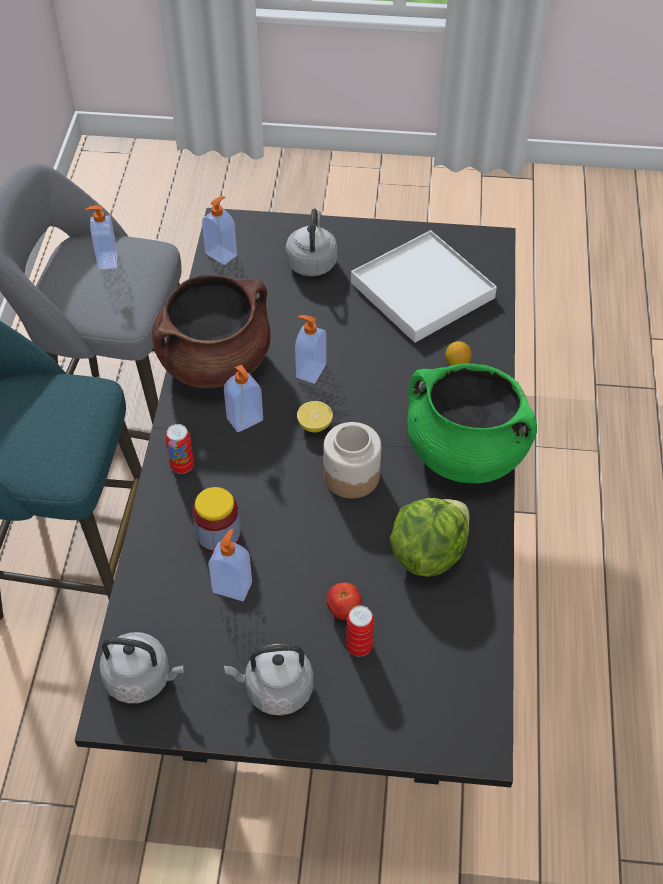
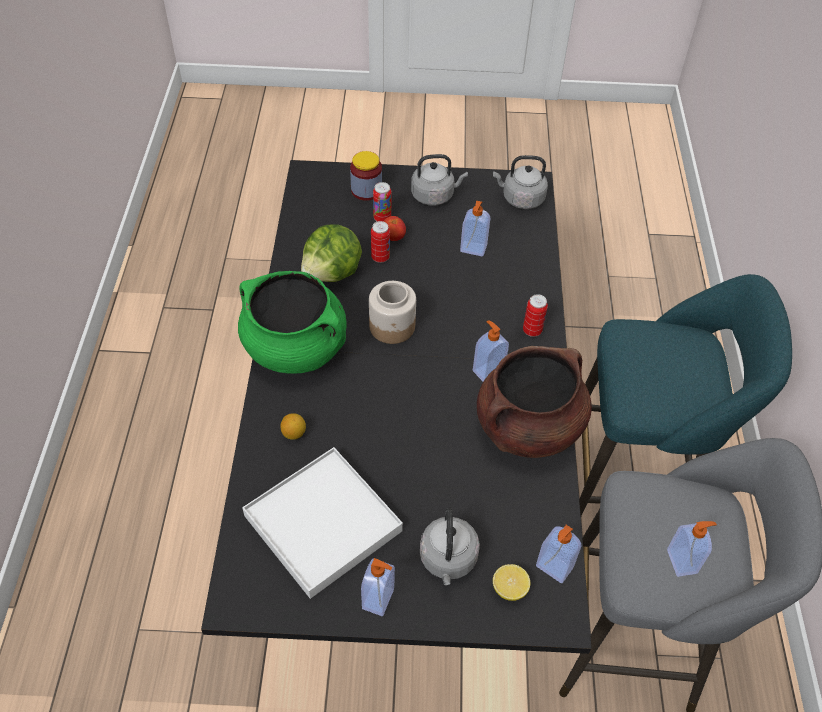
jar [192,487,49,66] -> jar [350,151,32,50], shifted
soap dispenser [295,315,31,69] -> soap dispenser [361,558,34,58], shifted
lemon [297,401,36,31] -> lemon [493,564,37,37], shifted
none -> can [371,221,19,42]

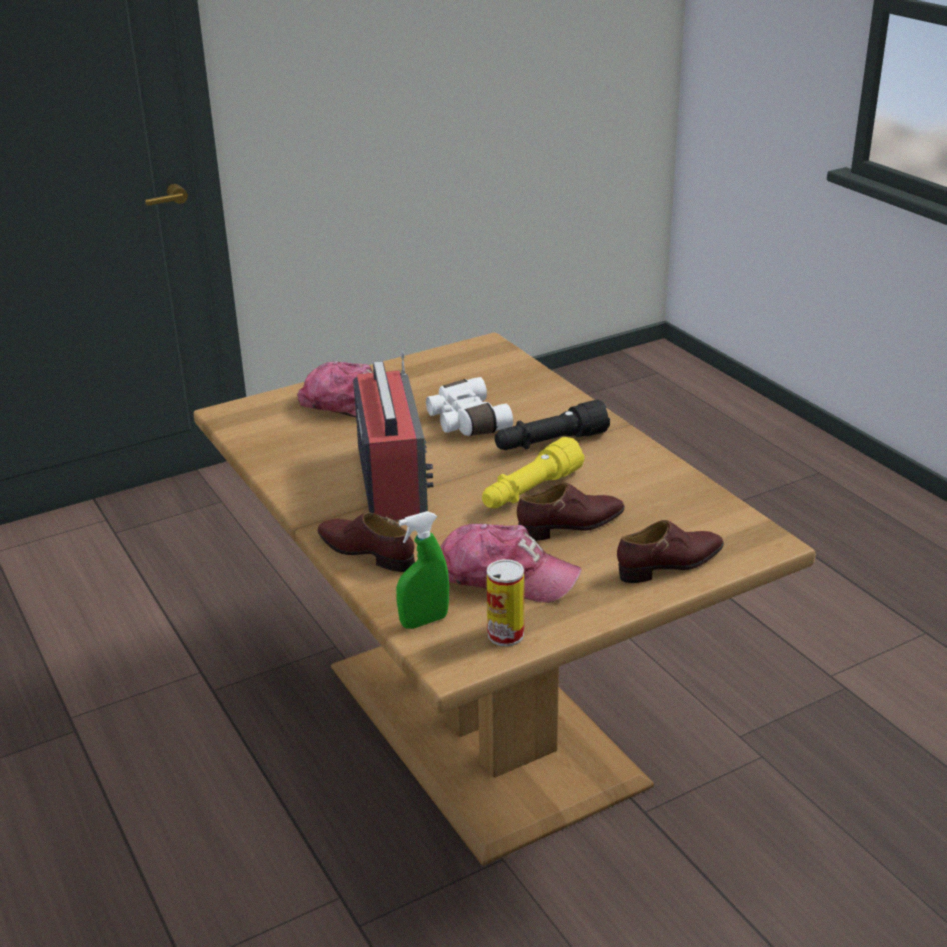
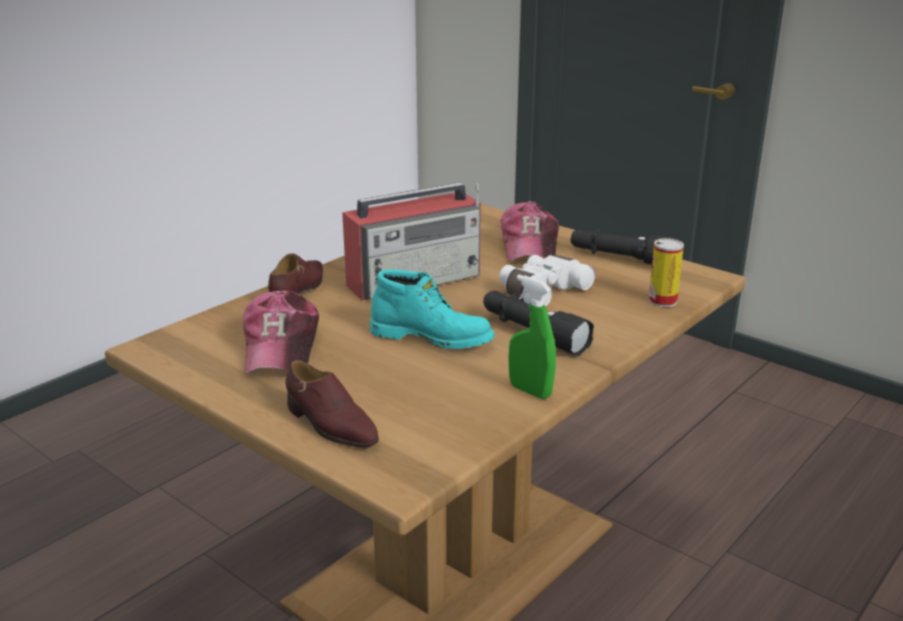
spray bottle (green) [396,511,53,118] -> spray bottle (green) [508,275,48,124], shifted
flashlight (yellow) [482,437,102,71] -> boot (turquoise) [370,269,124,80]
can [487,559,37,87] -> can [648,238,36,69], shifted
shoe (brown) [517,482,108,59] -> none
none -> flashlight (black) [571,229,108,35]

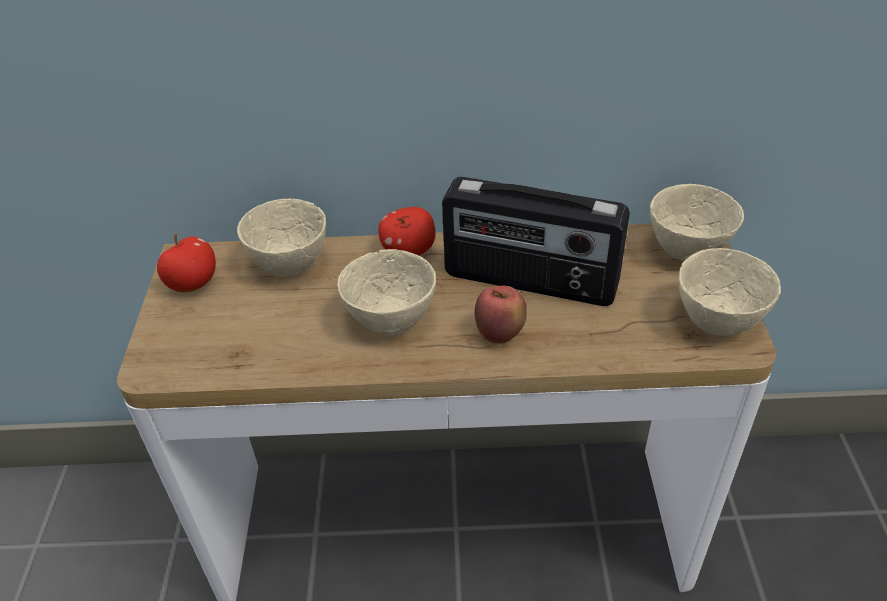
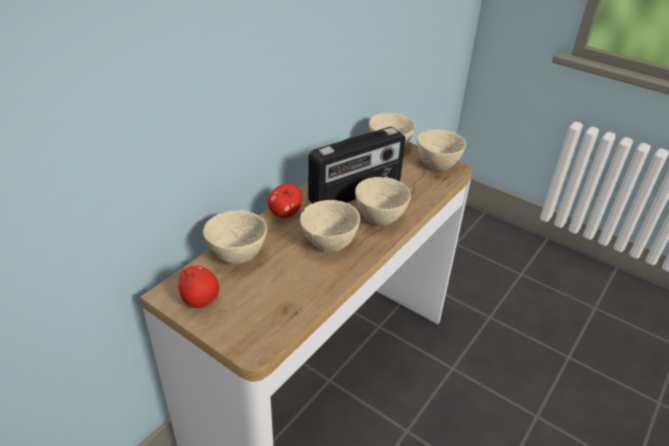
apple [475,286,52,58] -> bowl (beige) [355,177,56,49]

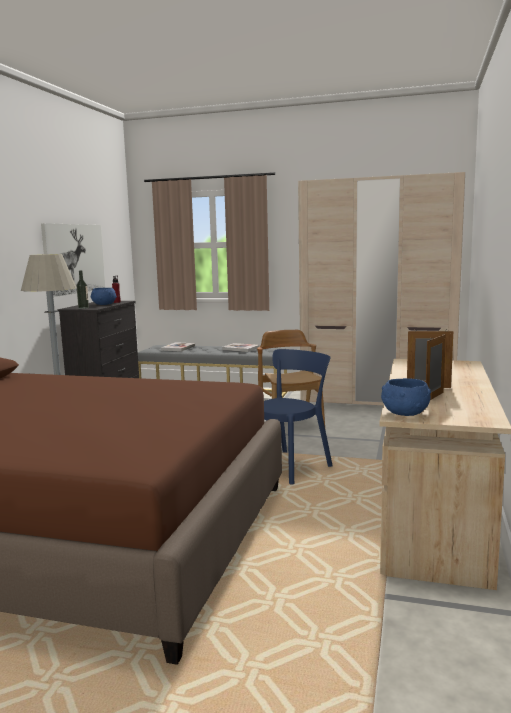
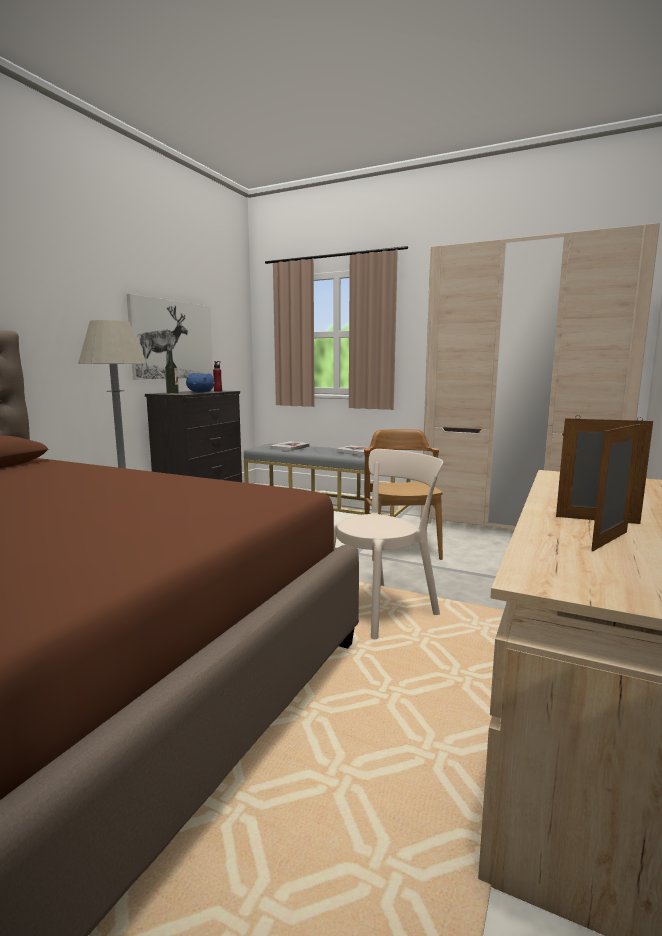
chair (blue) [264,349,69,136] -> chair (beige) [334,449,109,190]
bowl (blue) [381,378,50,38] -> none

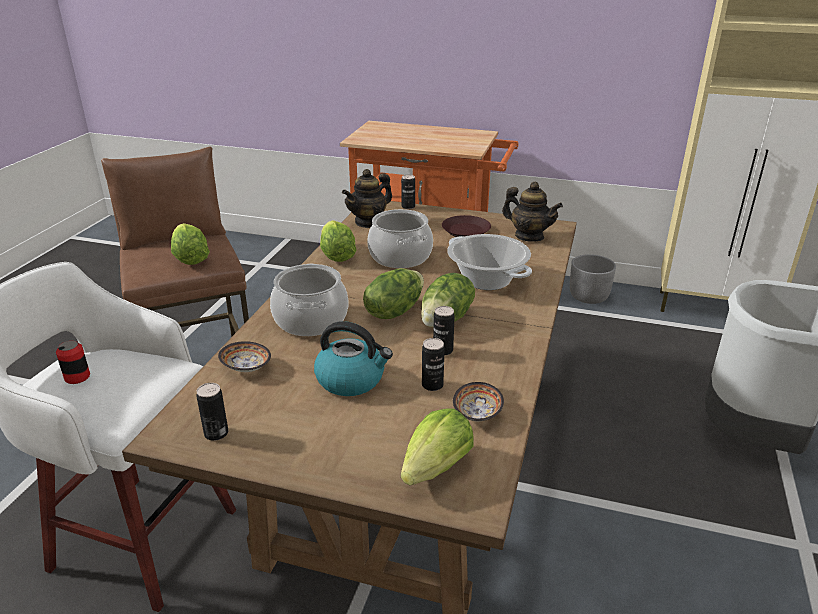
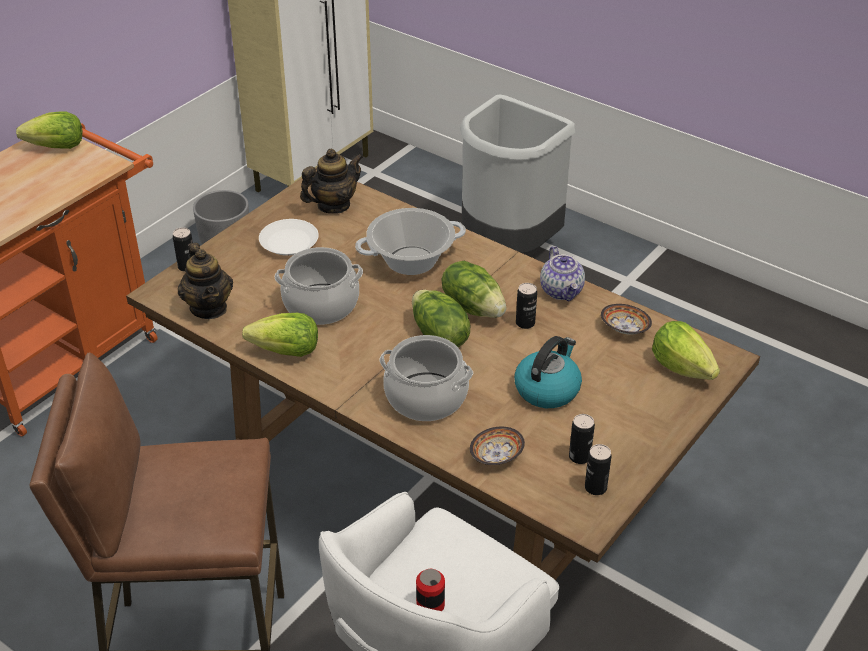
lettuce [171,223,39,42] -> lettuce [16,111,66,38], shifted
can [422,338,23,53] -> can [569,414,26,50], shifted
plate (brown) [442,215,49,22] -> plate (white) [259,219,60,37]
none -> teapot [540,246,45,55]

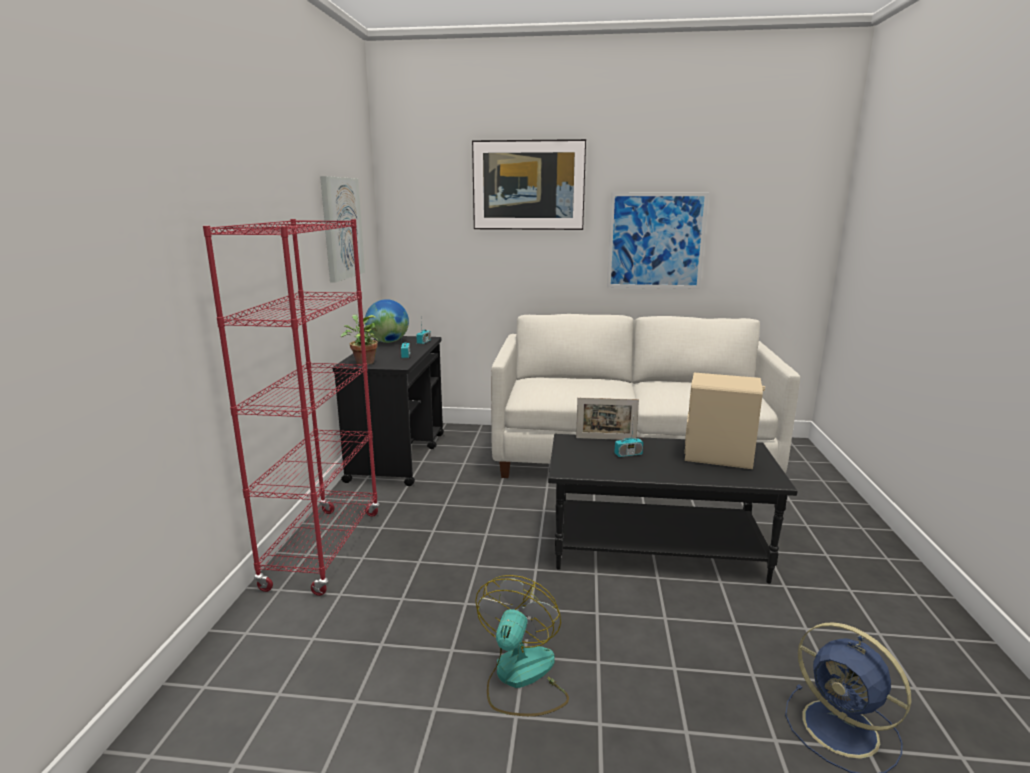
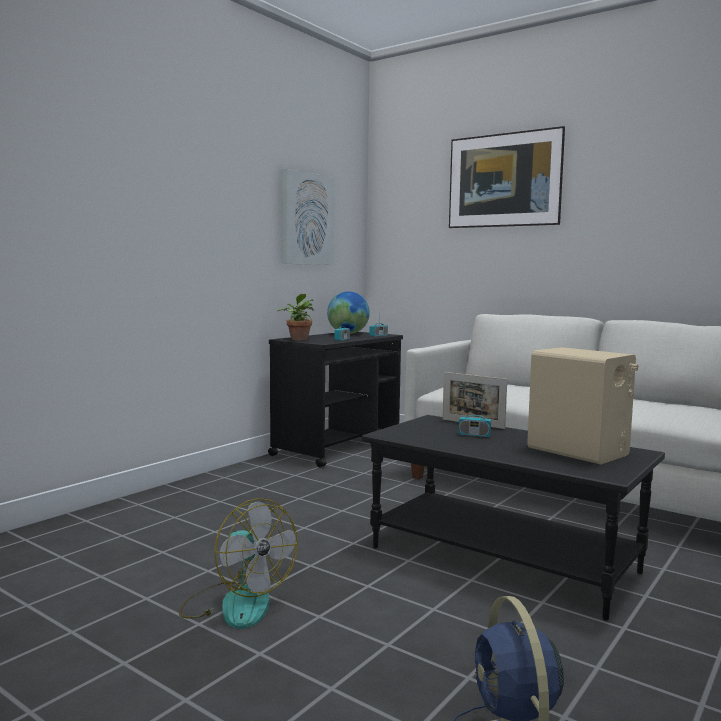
bookcase (red) [203,219,177,377] -> none
fan [475,575,94,141] -> fan [179,498,119,131], 90 degrees clockwise
picture [607,192,102,97] -> none

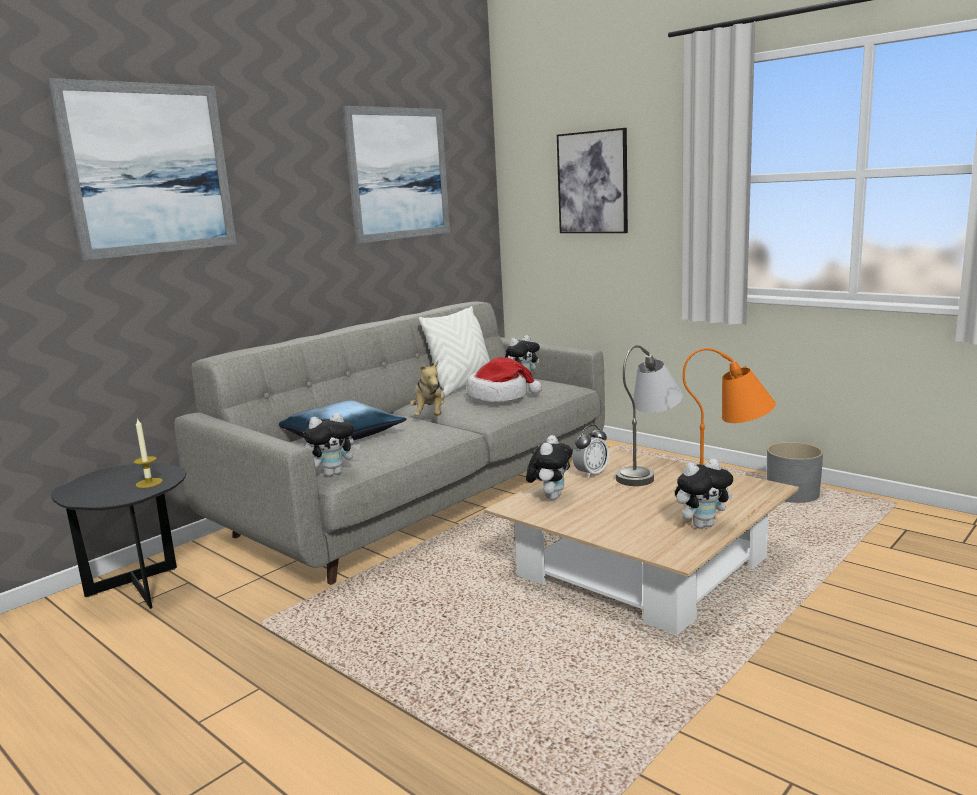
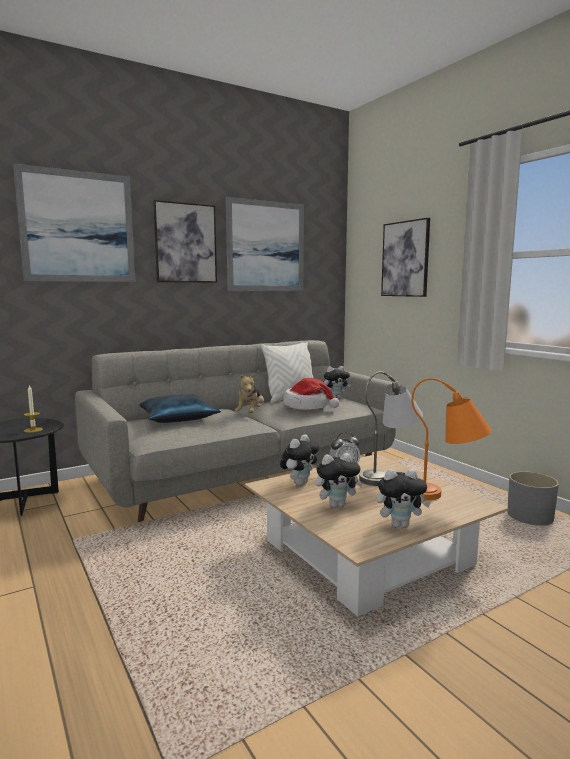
plush toy [303,412,57,64] -> plush toy [315,453,48,55], shifted
none -> picture [153,200,64,83]

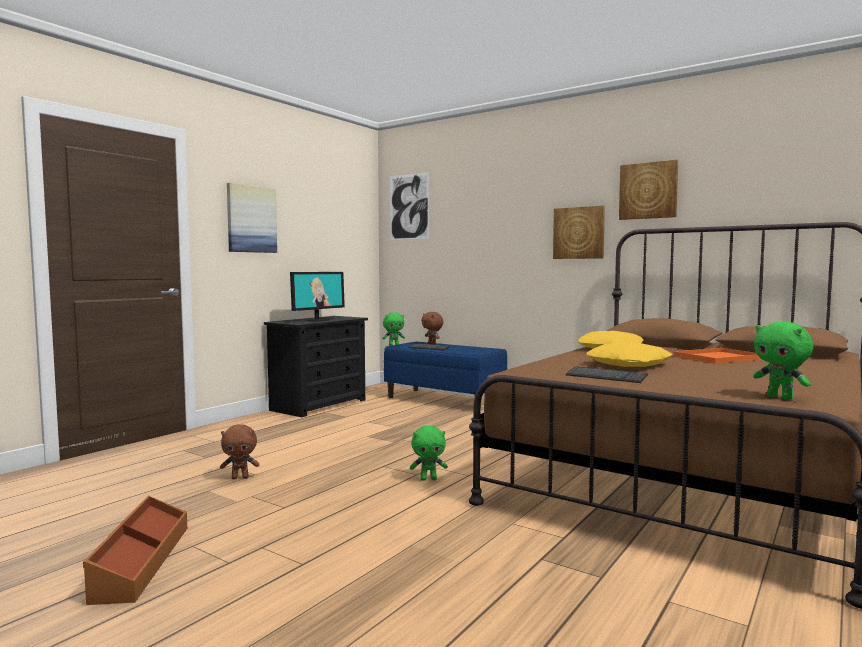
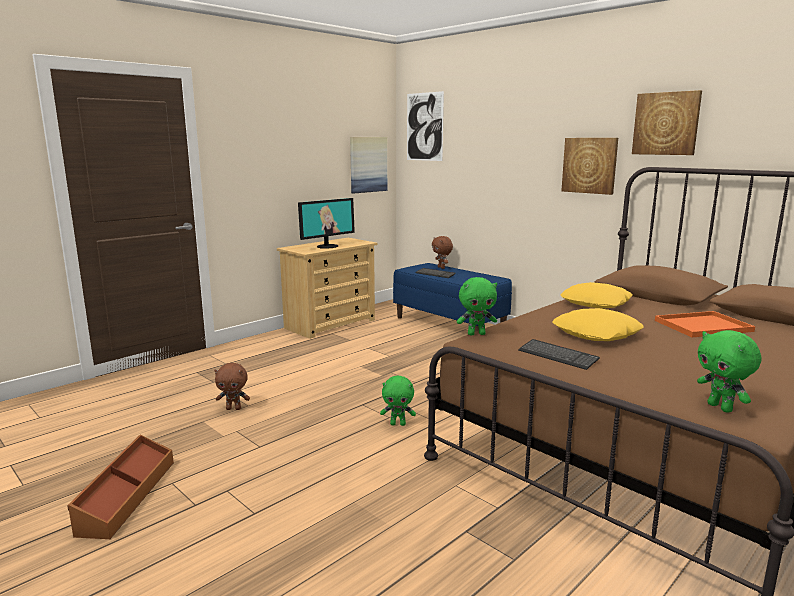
picture [227,183,50,70] -> picture [350,137,37,56], shifted
dresser (black) [264,316,104,101] -> dresser (beige) [277,238,100,101]
plush toy (green) [382,312,23,34] -> plush toy (green) [457,277,41,58], shifted

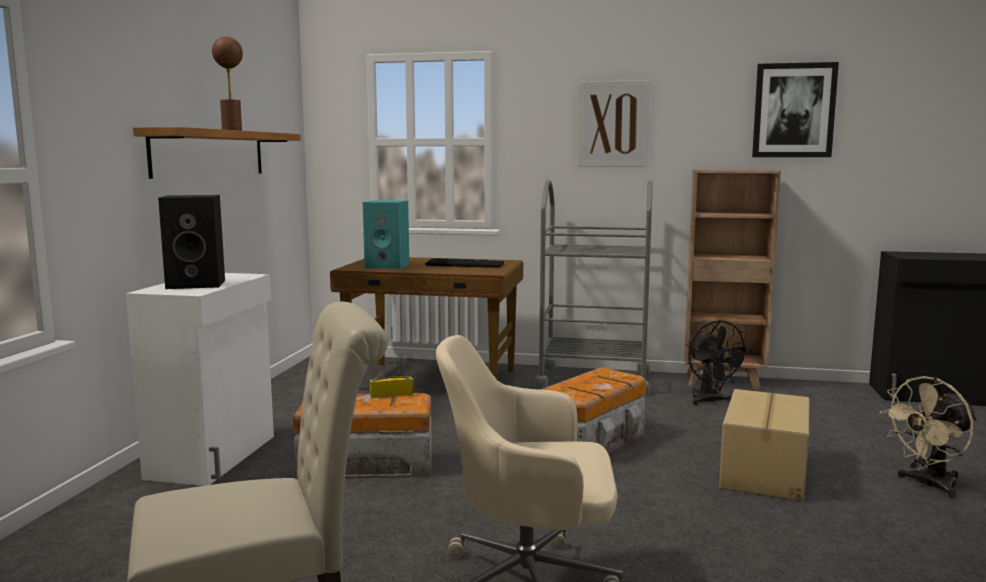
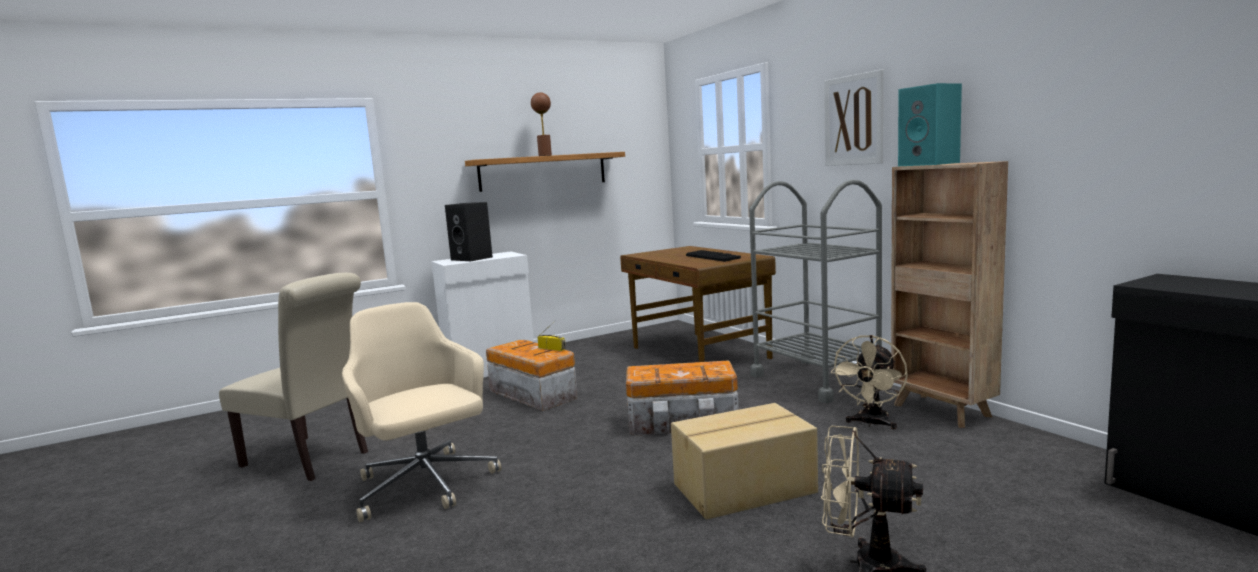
speaker (turquoise) [363,200,46,69] -> speaker (turquoise) [898,83,64,83], shifted
fan (black) [686,320,66,85] -> fan (beige) [831,335,77,94]
picture [752,62,87,95] -> none

